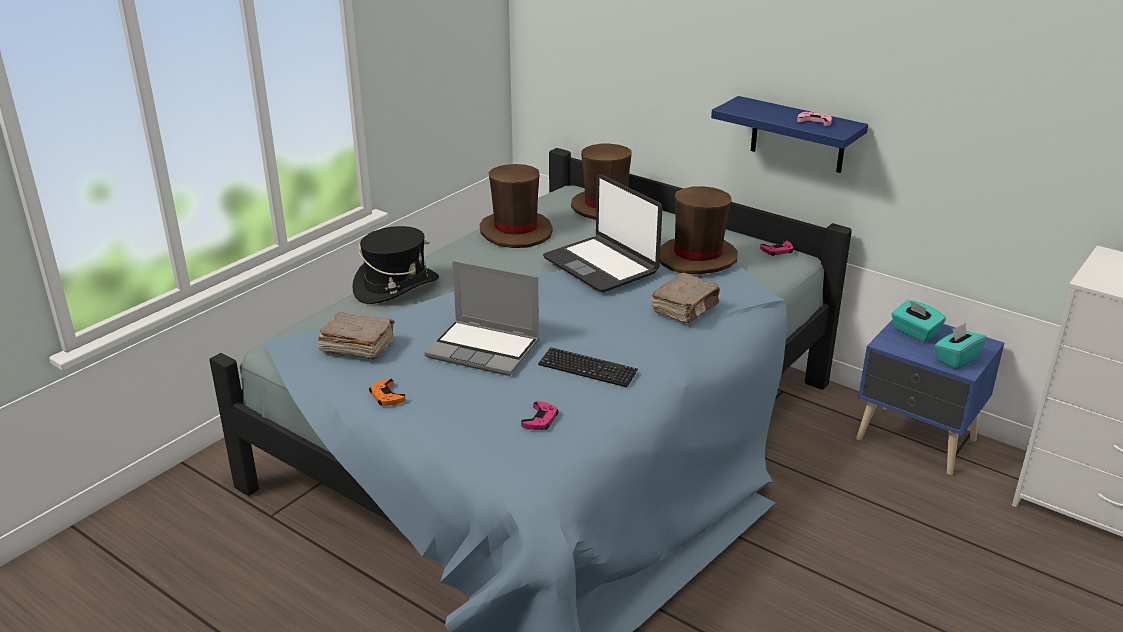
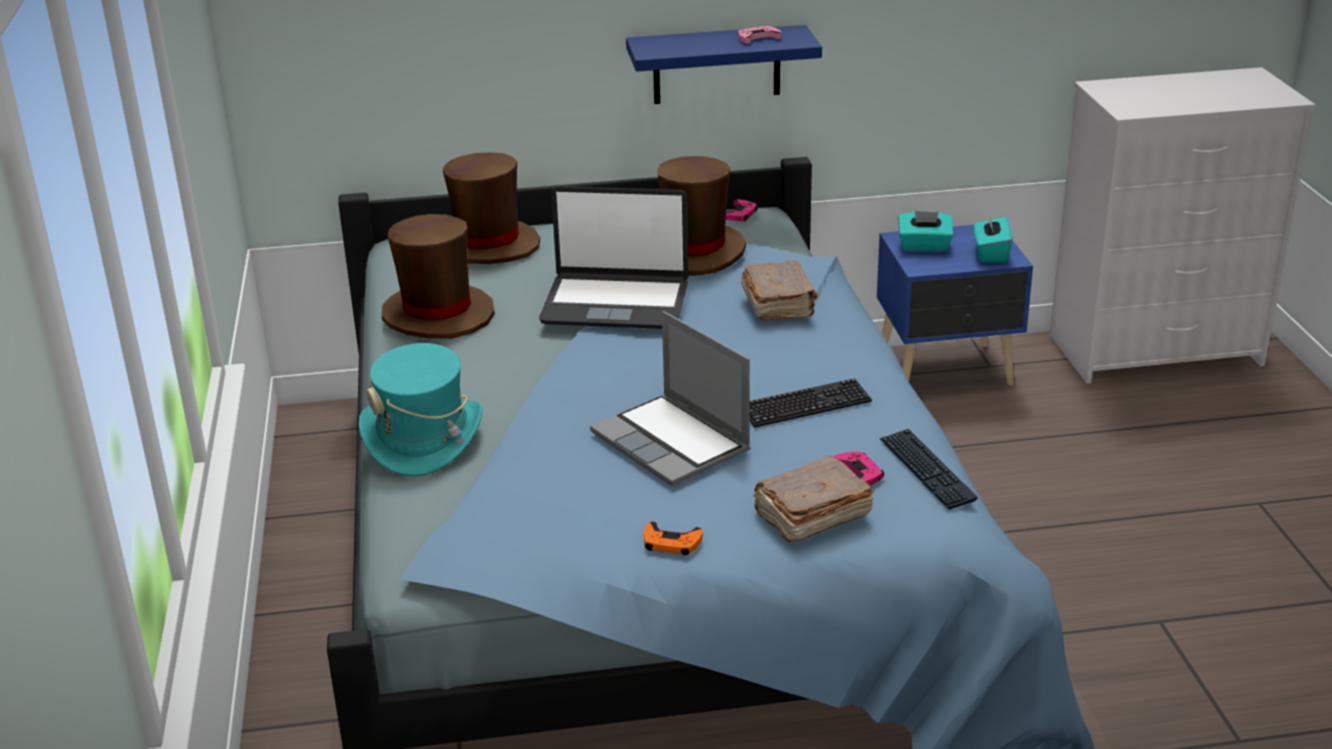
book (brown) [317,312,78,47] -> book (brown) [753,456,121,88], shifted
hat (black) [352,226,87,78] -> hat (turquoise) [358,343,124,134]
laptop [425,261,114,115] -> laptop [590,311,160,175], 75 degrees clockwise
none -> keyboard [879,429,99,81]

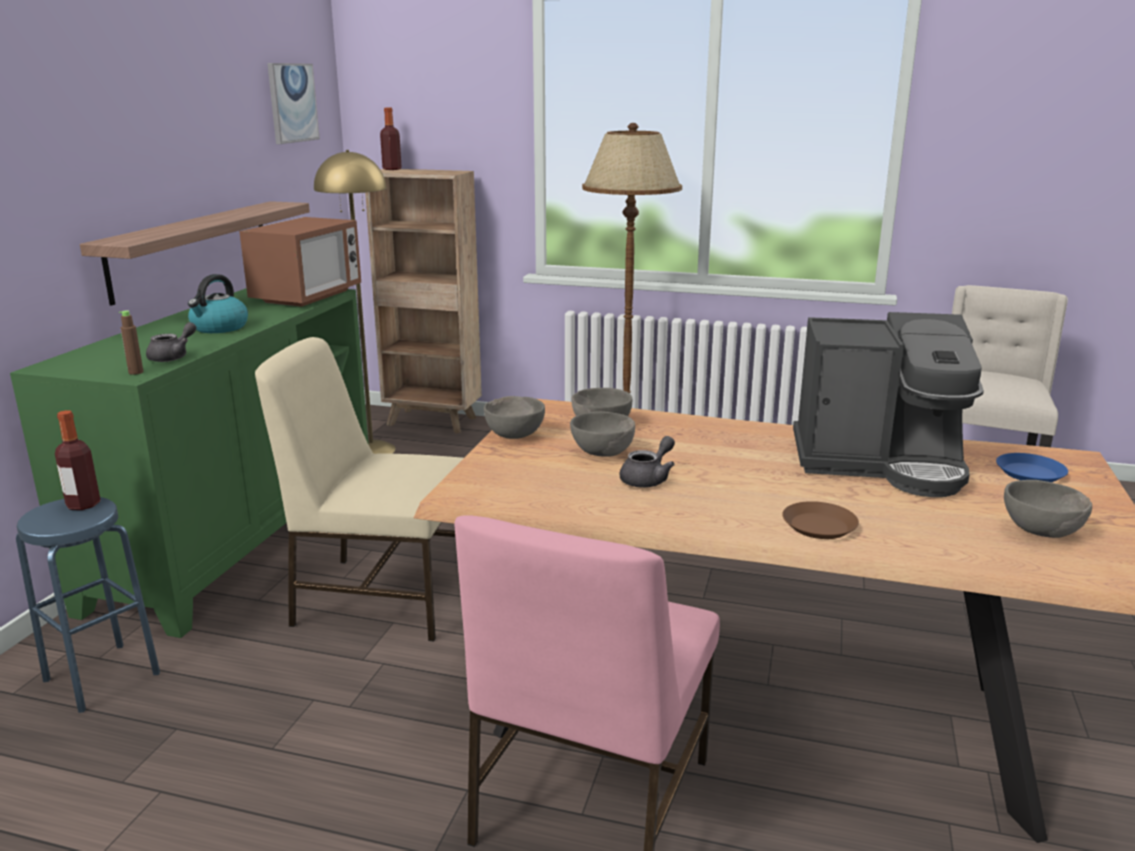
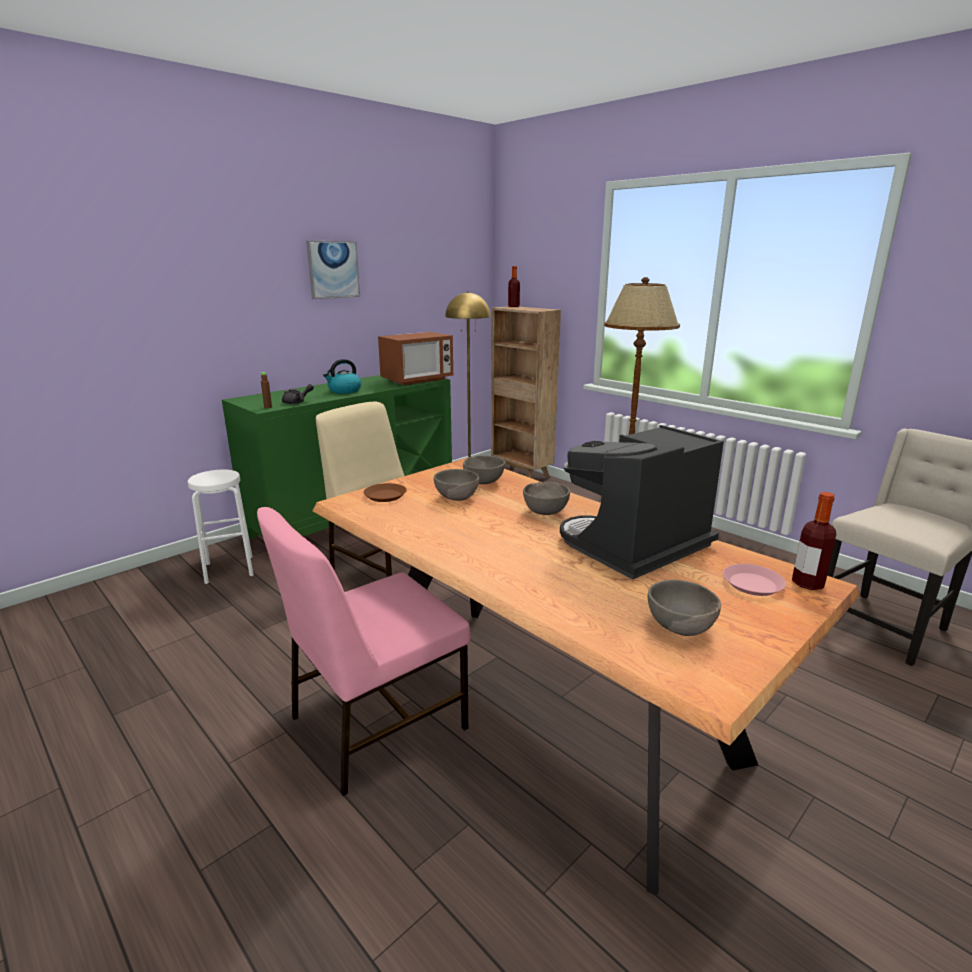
stool (blue) [16,497,144,216] -> stool (white) [188,470,66,114]
bottle [55,410,46,100] -> bottle [792,492,45,98], shifted
shelf [80,201,230,105] -> none
picture [267,63,53,81] -> picture [306,241,54,58], shifted
bowl (grey) [484,396,61,43] -> bowl (grey) [523,482,47,33], shifted
teapot (grey) [620,436,55,52] -> none
plate (brown) [782,501,77,38] -> plate (brown) [363,483,44,19], shifted
coffee machine [793,312,191,185] -> coffee machine [560,425,164,154], 105 degrees clockwise
plate (blue) [996,453,72,29] -> plate (pink) [723,564,63,32]

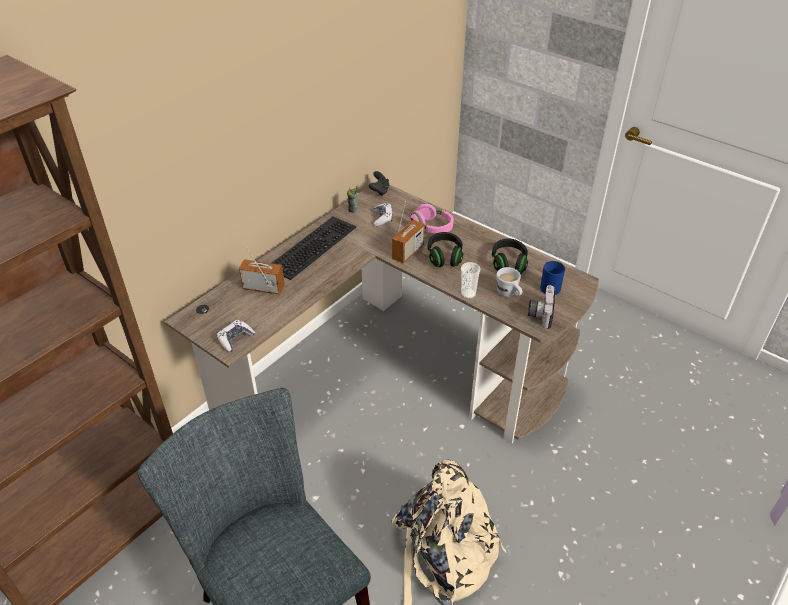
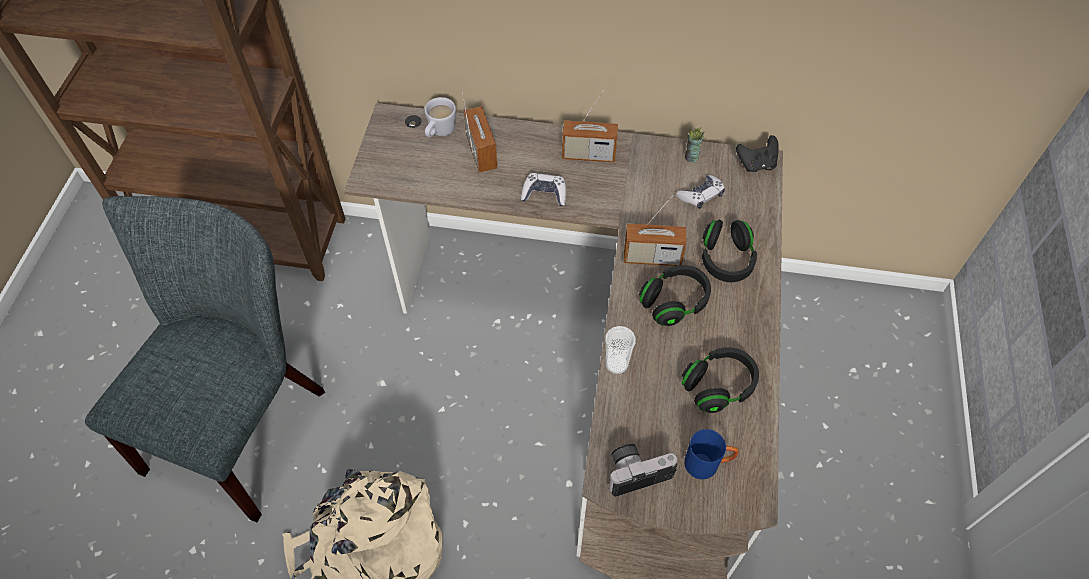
game controller [217,320,38,32] -> game controller [521,173,45,33], shifted
keyboard [272,216,84,64] -> radio [562,90,56,72]
headphones (pink) [410,203,44,31] -> headphones (black) [702,220,55,62]
mug (white) [496,267,26,30] -> mug (white) [425,97,31,40], shifted

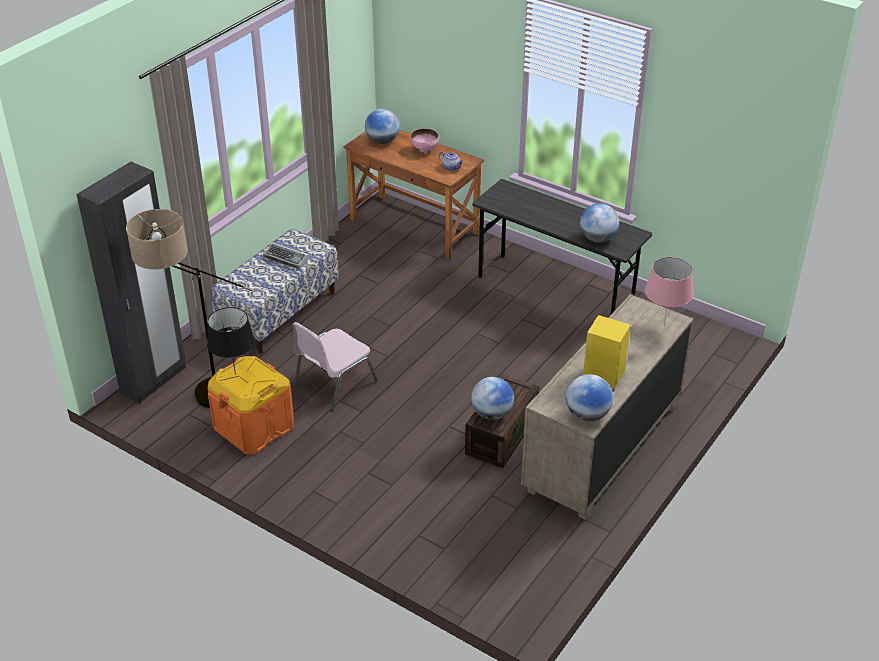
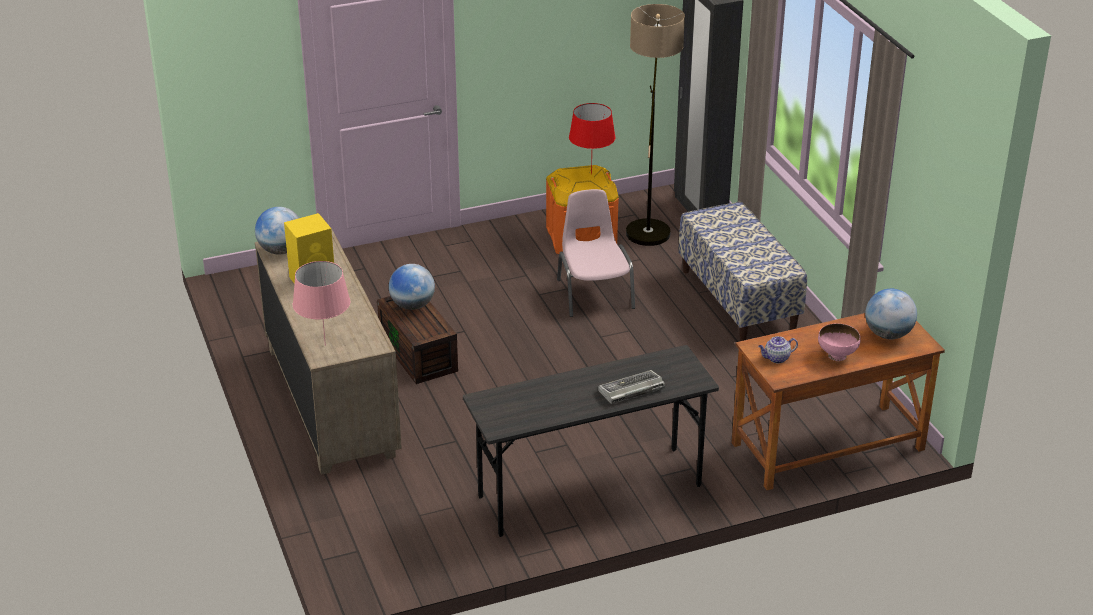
table lamp (black) [207,307,48,68] -> table lamp (red) [569,103,47,71]
keyboard [263,243,47,26] -> keyboard [598,370,67,34], shifted
globe [580,203,39,40] -> none

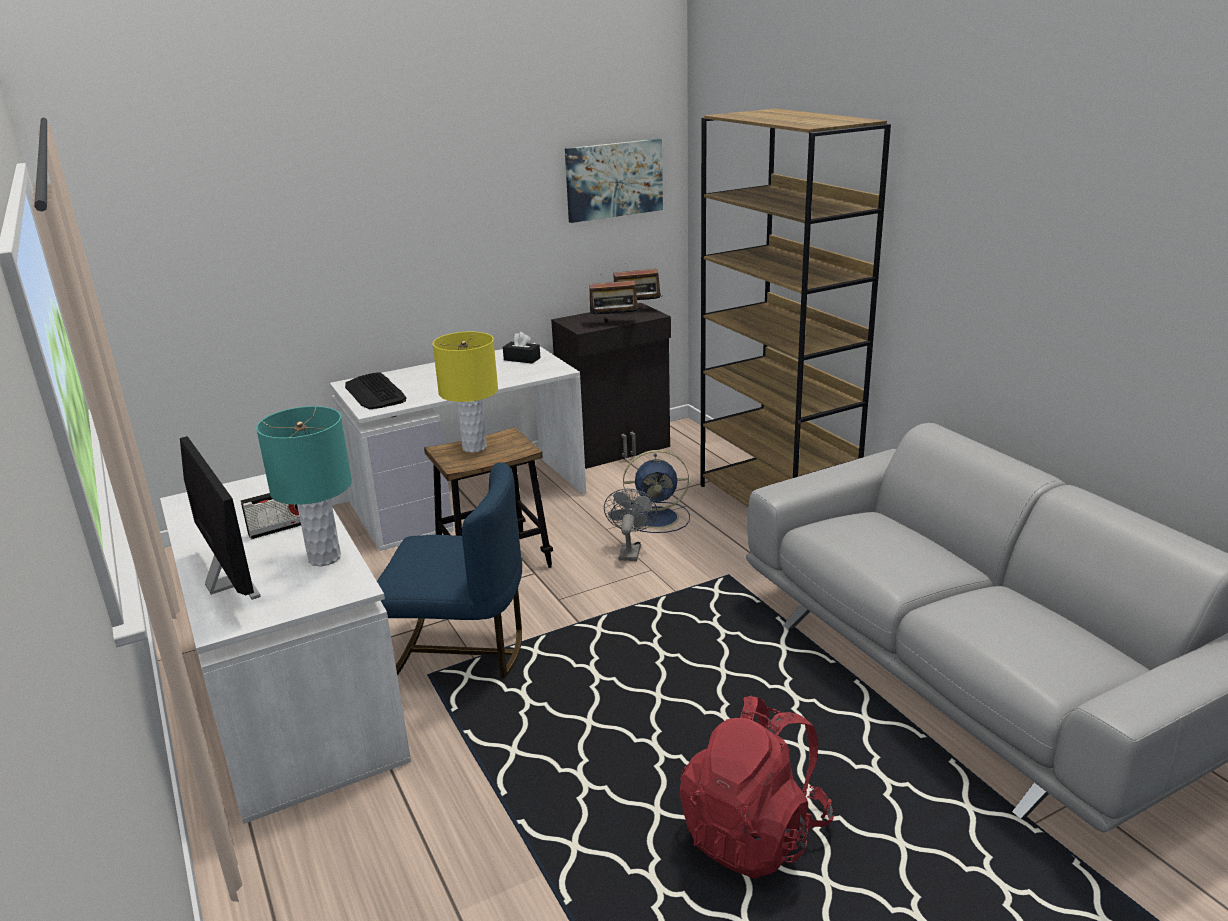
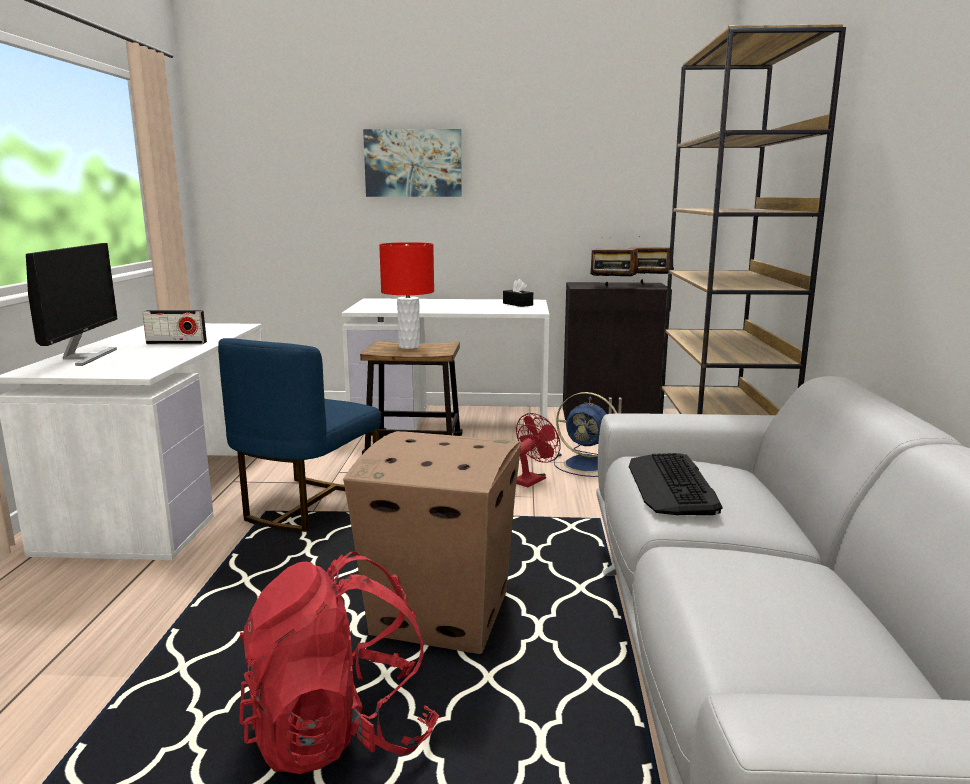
table lamp (turquoise) [256,406,96,160] -> none
keyboard [345,372,62,37] -> keyboard [629,453,94,62], shifted
chair (blue) [377,462,145,216] -> chair (blue) [218,338,163,194], 75 degrees clockwise
table lamp (yellow) [433,332,65,121] -> table lamp (red) [379,242,55,107]
picture [565,138,98,85] -> picture [363,129,99,68], shifted
fan (grey) [604,488,54,73] -> fan (red) [516,413,45,74]
none -> cardboard box [343,431,178,223]

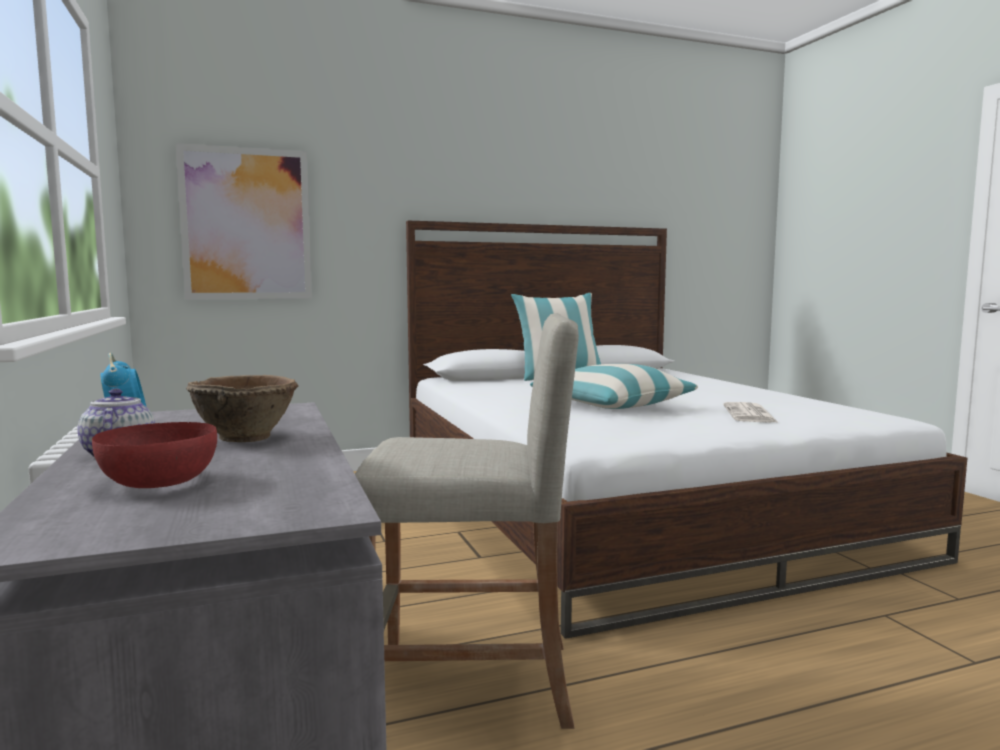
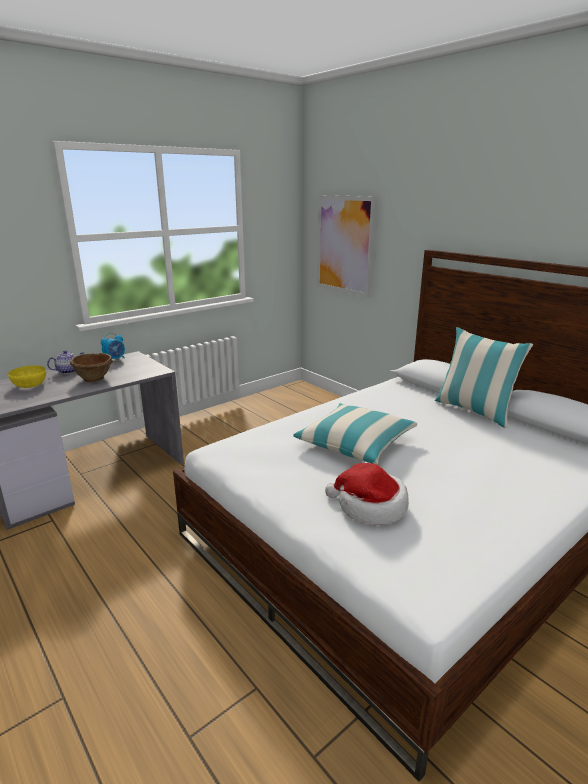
bowl (red) [92,422,125,66] -> bowl (yellow) [8,365,38,23]
stool (beige) [355,313,224,416] -> none
newspaper [723,402,56,21] -> hat [325,463,84,62]

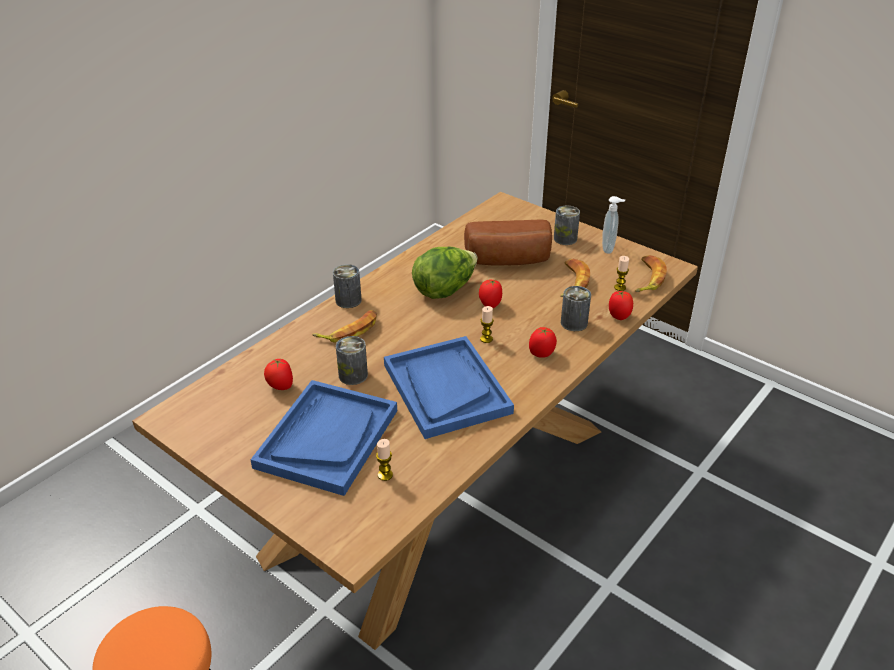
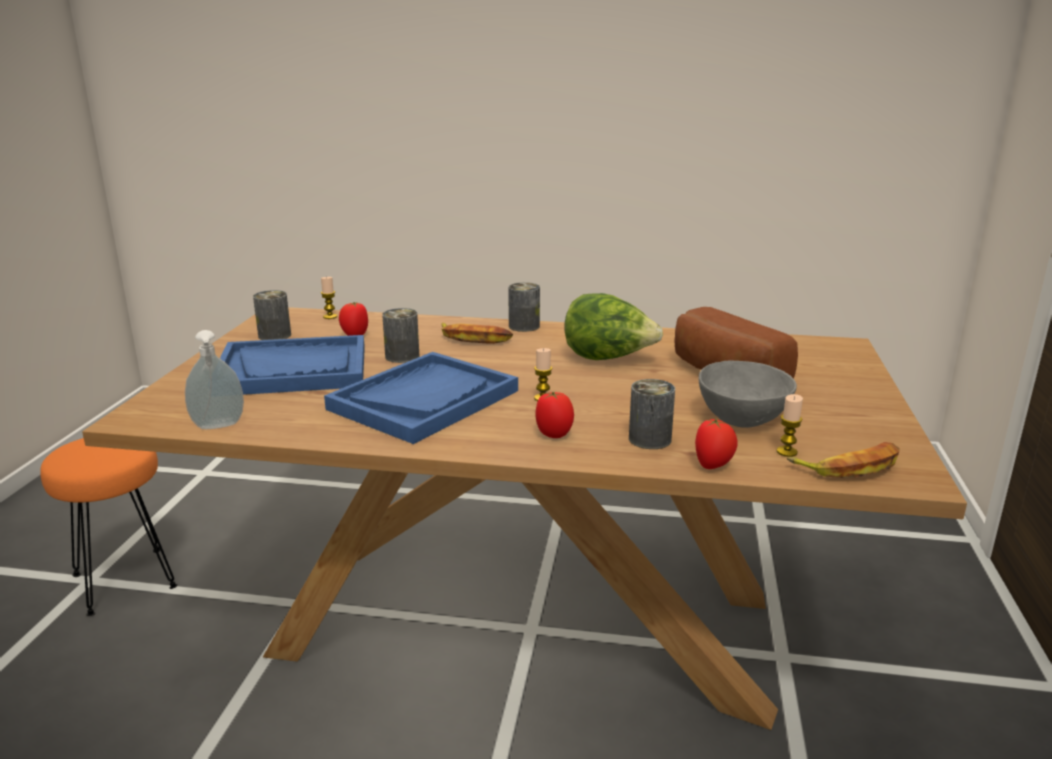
candle [376,439,17,42] -> candle [321,276,16,43], shifted
tomato [479,280,23,28] -> none
can [554,206,26,39] -> can [253,290,38,50], shifted
banana [560,259,30,38] -> bowl (grey) [699,361,98,67]
soap dispenser [602,196,23,58] -> soap dispenser [185,330,59,99], shifted

